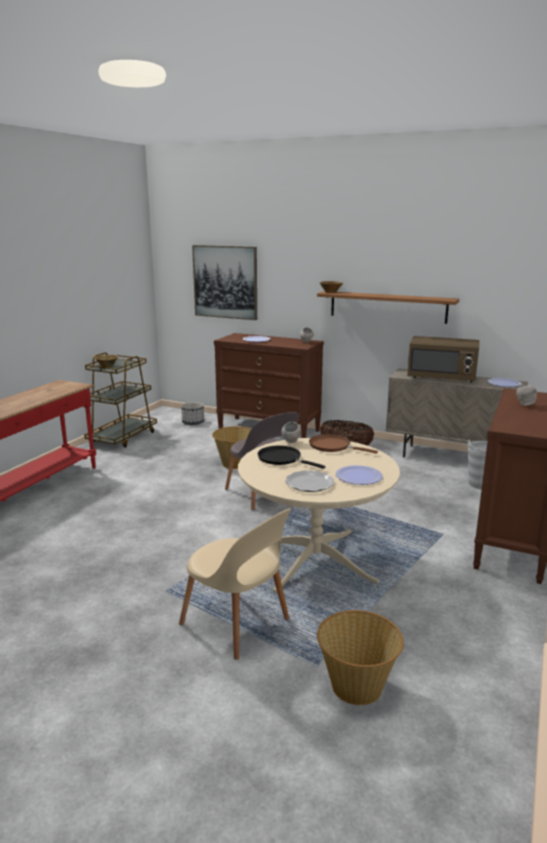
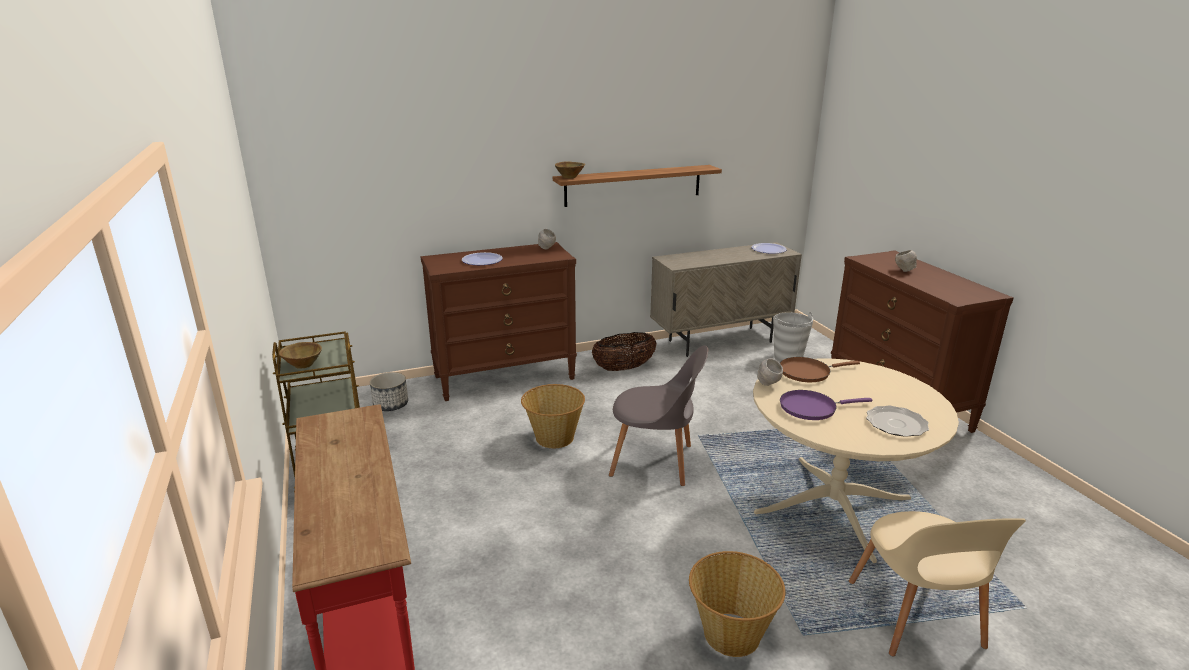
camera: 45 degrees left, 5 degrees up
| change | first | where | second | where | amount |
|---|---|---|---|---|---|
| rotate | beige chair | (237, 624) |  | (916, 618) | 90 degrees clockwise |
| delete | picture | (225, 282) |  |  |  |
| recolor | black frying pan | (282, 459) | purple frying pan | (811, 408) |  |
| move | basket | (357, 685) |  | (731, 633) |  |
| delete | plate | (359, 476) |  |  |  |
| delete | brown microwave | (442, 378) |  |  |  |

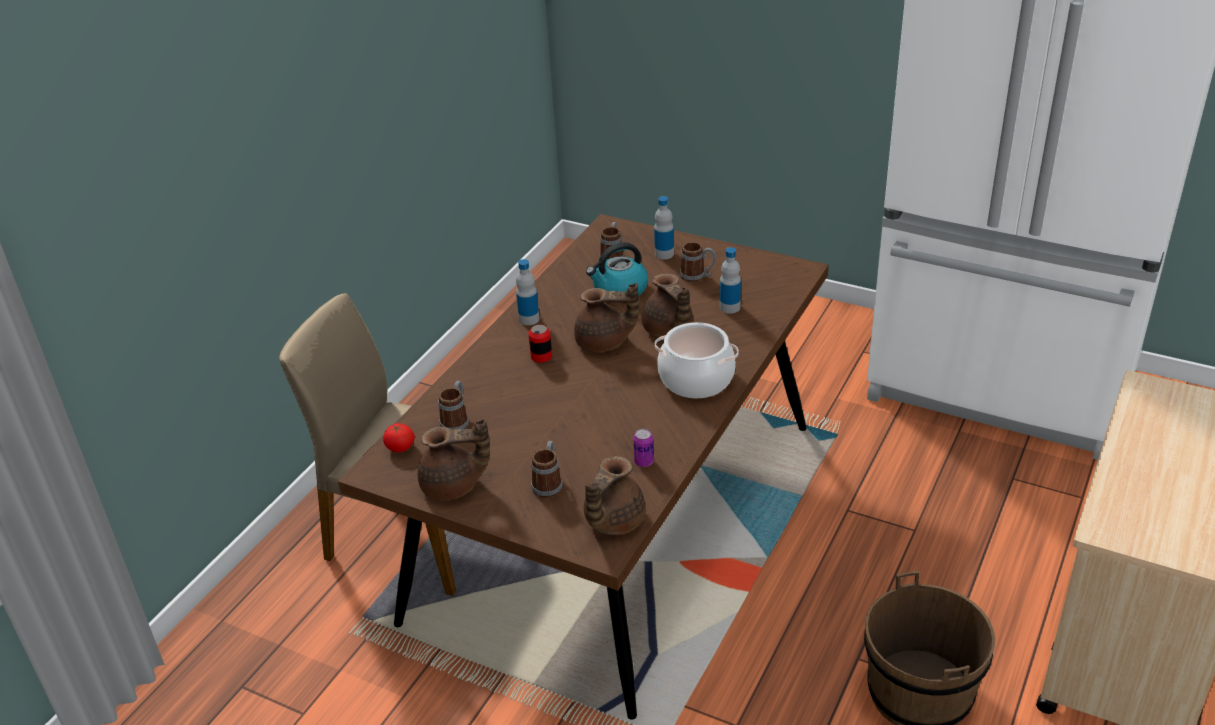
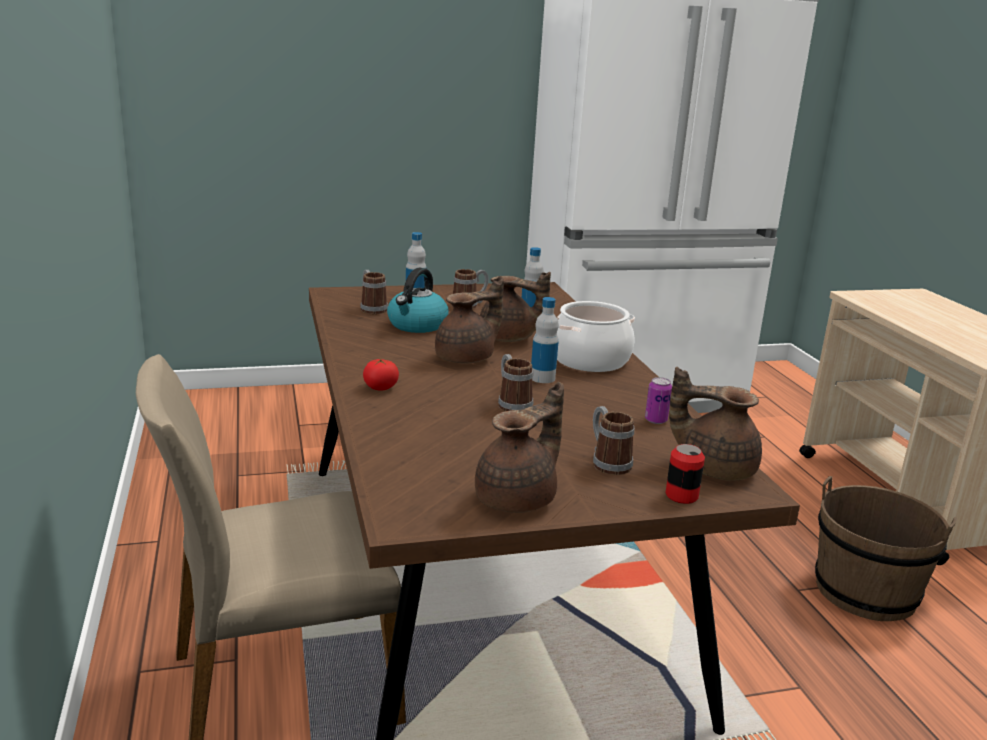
camera: 45 degrees left, 15 degrees down
| change | first | where | second | where | amount |
|---|---|---|---|---|---|
| move | tomato | (400, 447) |  | (381, 388) |  |
| move | mug | (457, 421) |  | (512, 404) |  |
| move | bottle | (529, 319) |  | (542, 378) |  |
| move | can | (541, 357) |  | (681, 496) |  |
| rotate | brown teapot | (612, 521) |  | (714, 467) | 120 degrees clockwise |

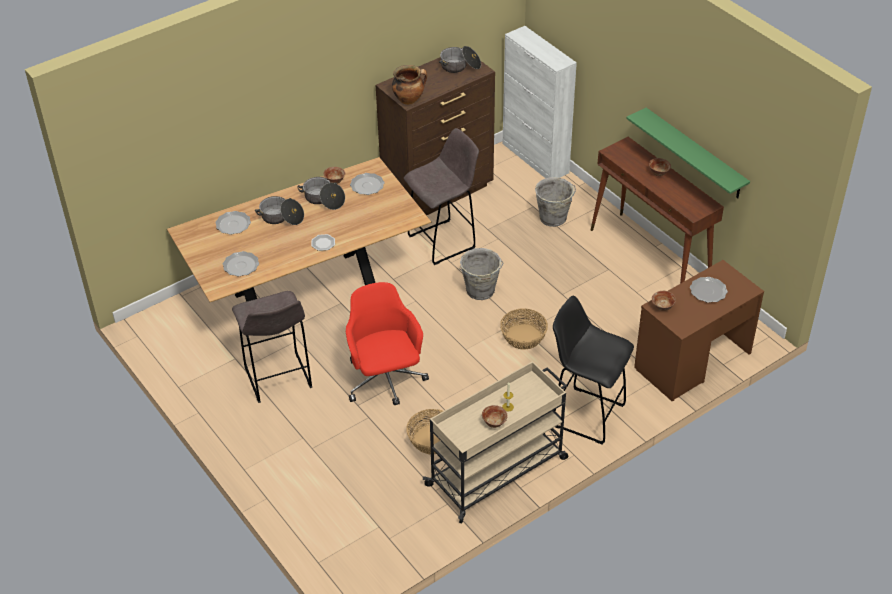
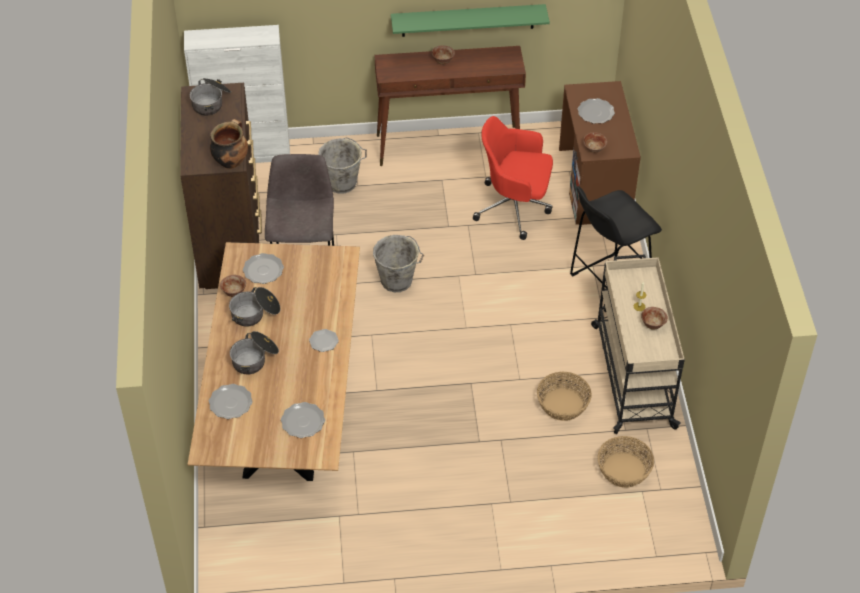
camera: 60 degrees left, 5 degrees up
| change | first | where | second | where | amount |
|---|---|---|---|---|---|
| delete | grey stool | (278, 379) |  |  |  |
| move | red office chair | (385, 380) |  | (515, 207) |  |
| move | basket | (523, 337) |  | (624, 470) |  |

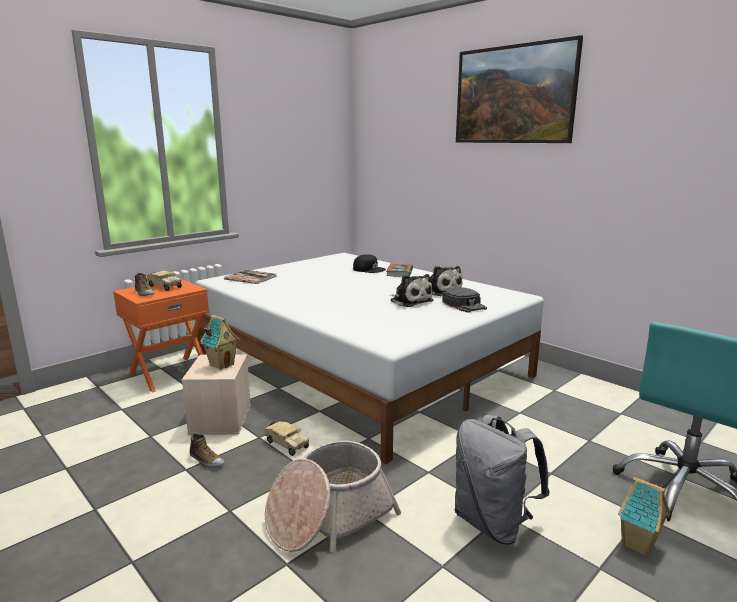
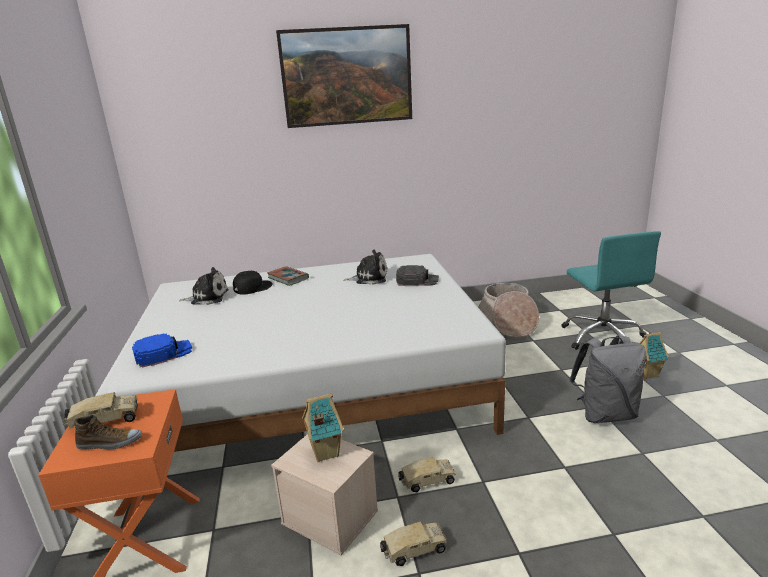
camera: 55 degrees left, 5 degrees up
| change | first | where | second | where | amount |
|---|---|---|---|---|---|
| replace | shoe | (206, 460) | toy truck | (413, 551) |  |
| replace | book | (250, 278) | blue cap | (163, 353) |  |
| move | basket | (329, 516) |  | (507, 322) |  |
| move | plush toy | (410, 301) |  | (207, 297) |  |

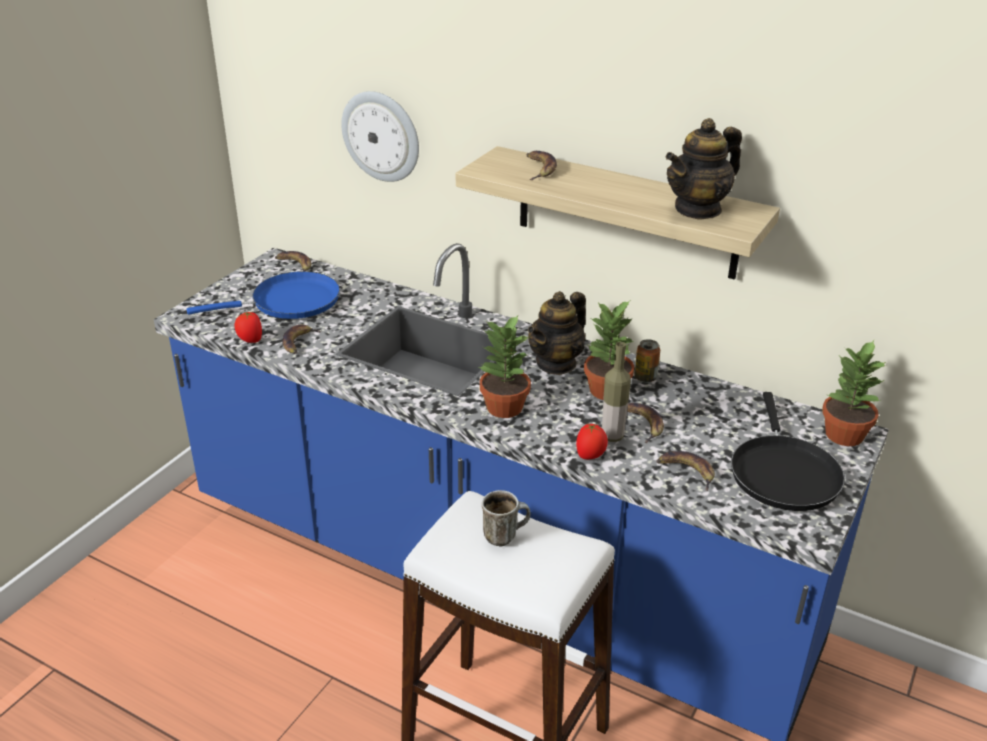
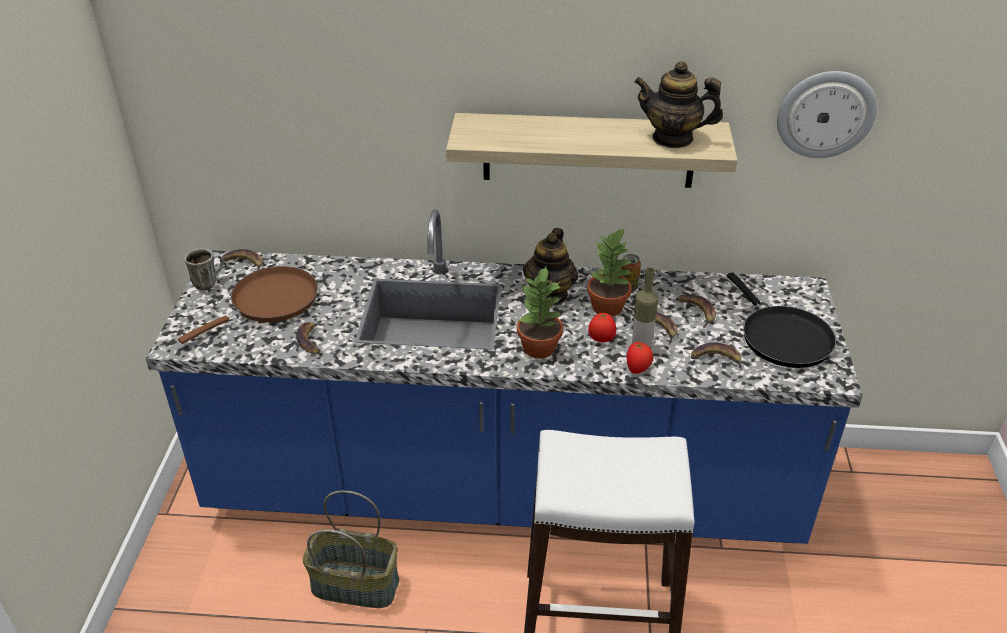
camera: 25 degrees left, 5 degrees up
| change | first | where | second | where | amount |
|---|---|---|---|---|---|
| recolor | blue frying pan | (289, 302) | brown frying pan | (269, 303) |  |
| move | tomato | (250, 340) |  | (601, 340) |  |
| move | wall clock | (381, 136) |  | (825, 114) |  |
| move | mug | (505, 535) |  | (209, 282) |  |
| move | banana | (539, 168) |  | (696, 311) |  |
| rotate | teapot | (698, 209) |  | (673, 138) | 75 degrees clockwise |
| delete | potted plant | (843, 435) |  |  |  |
| insert |  |  | basket | (356, 584) |  |

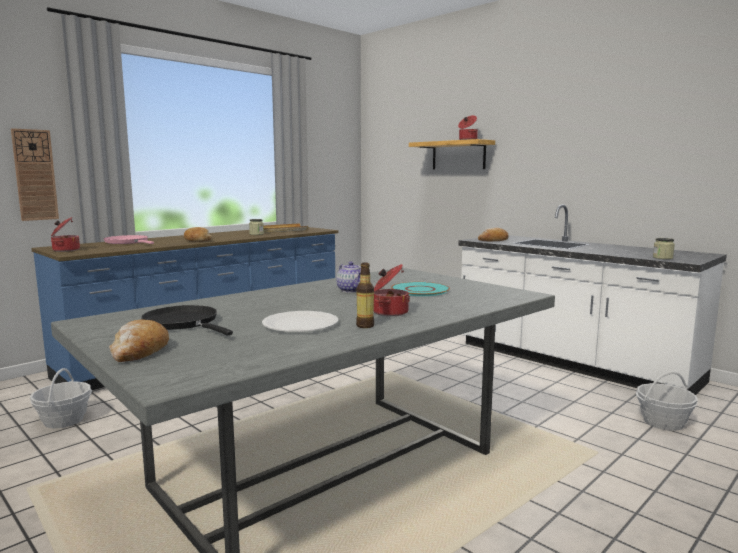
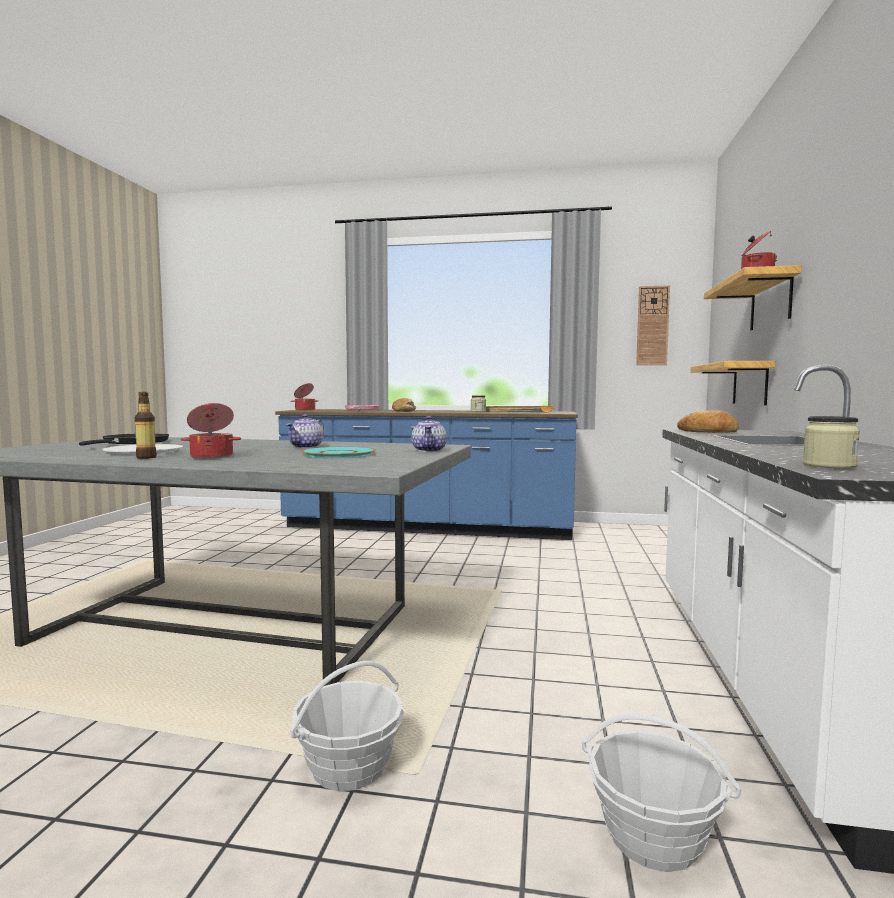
camera: 55 degrees right, 5 degrees down
| change | first | where | second | where | amount |
|---|---|---|---|---|---|
| move | wall clock | (35, 175) |  | (652, 326) |  |
| move | basket | (64, 420) |  | (349, 767) |  |
| delete | bread | (139, 351) |  |  |  |
| insert |  |  | teapot | (429, 450) |  |
| insert |  |  | shelf | (750, 384) |  |

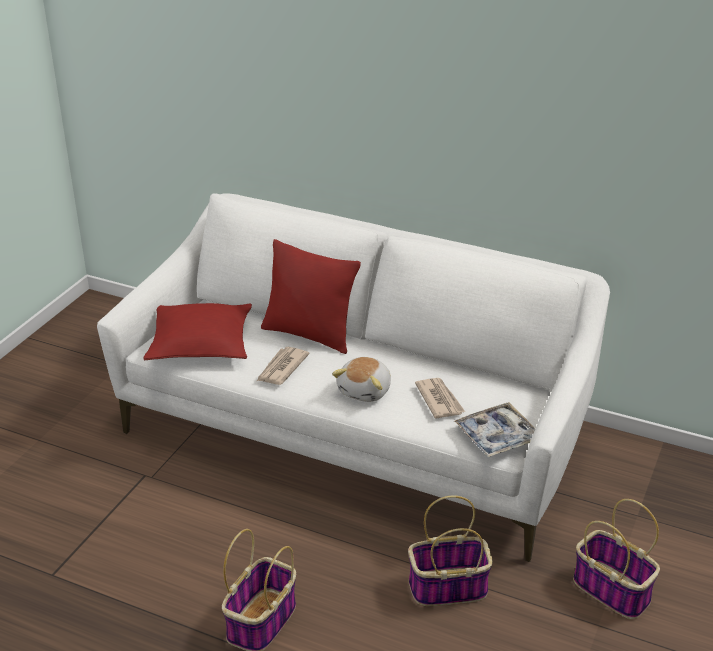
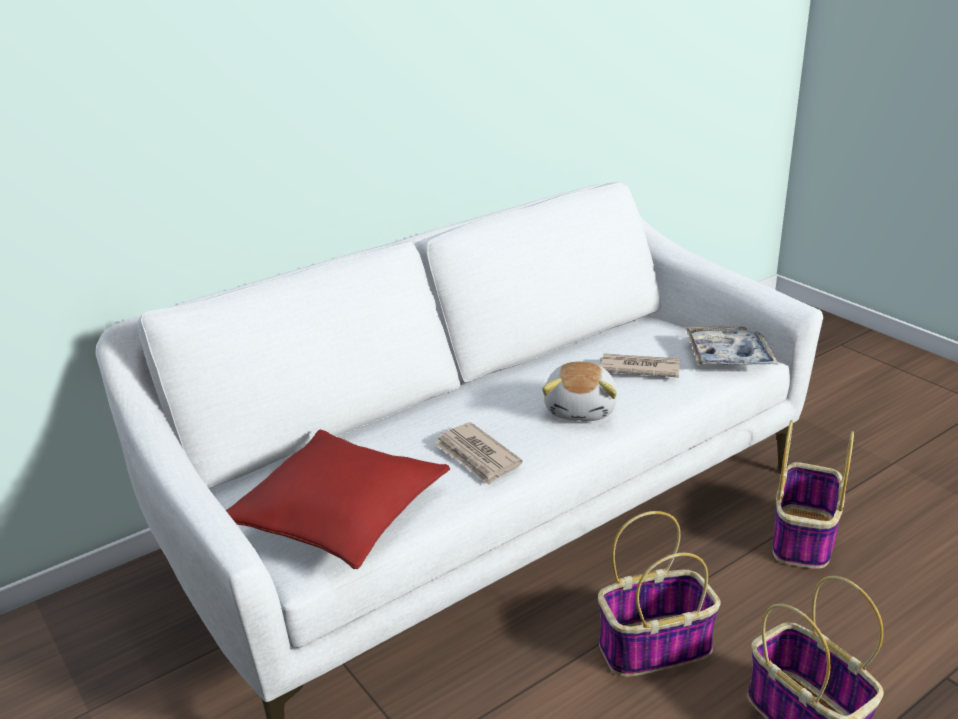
camera: 60 degrees left, 5 degrees down
| change | first | where | second | where | amount |
|---|---|---|---|---|---|
| delete | red pillow | (309, 334) |  |  |  |
| rotate | plush toy | (366, 391) |  | (581, 409) | 45 degrees clockwise |
| move | basket | (613, 591) |  | (655, 646) |  |

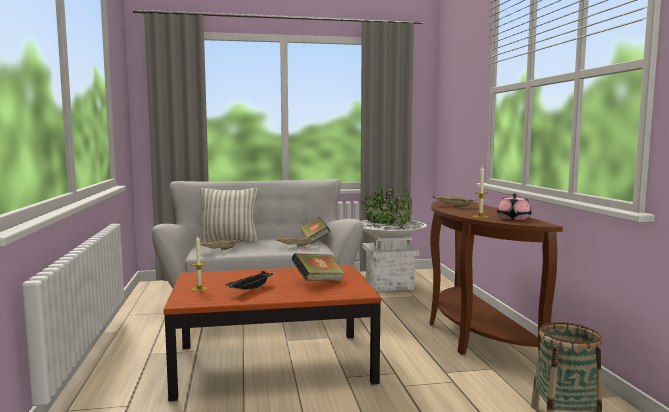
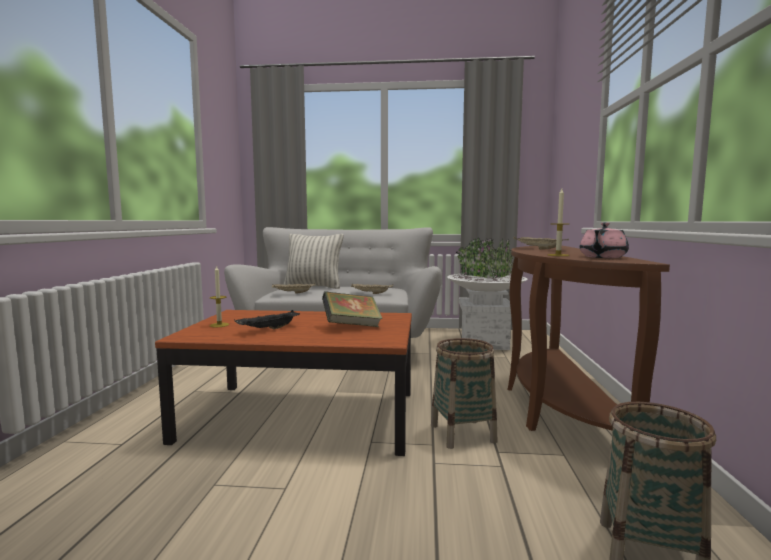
camera: 15 degrees right, 0 degrees up
| change | first | where | second | where | amount |
|---|---|---|---|---|---|
| delete | book | (314, 240) |  |  |  |
| insert |  |  | basket | (462, 433) |  |

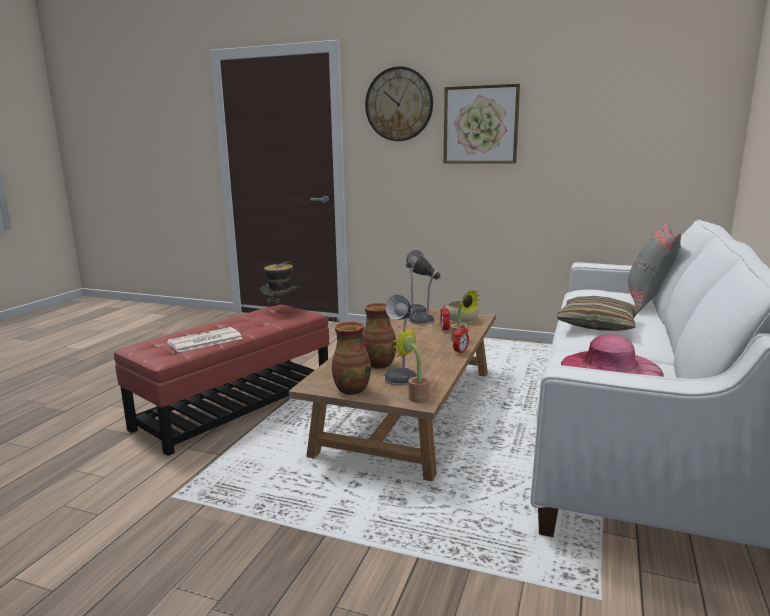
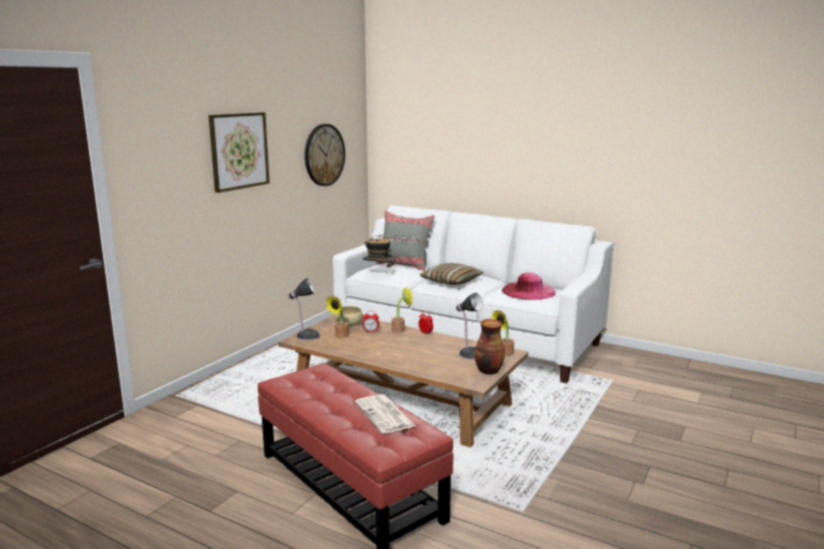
camera: 80 degrees left, 0 degrees up
| change | first | where | second | where | amount |
|---|---|---|---|---|---|
| move | hat | (281, 310) |  | (378, 274) |  |
| delete | vase | (379, 364) |  |  |  |
| move | wall clock | (399, 104) |  | (324, 155) |  |
| replace | table lamp | (423, 321) | potted plant | (340, 336) |  |

